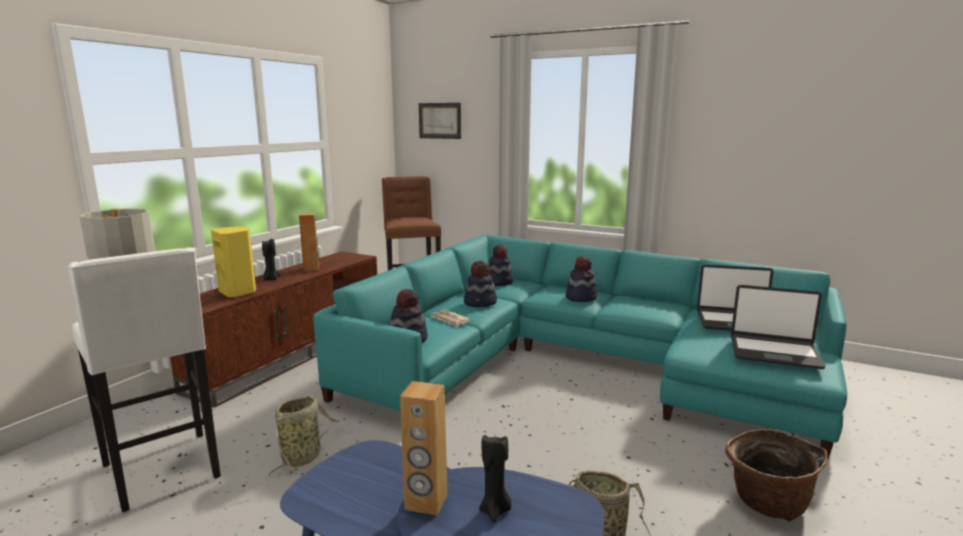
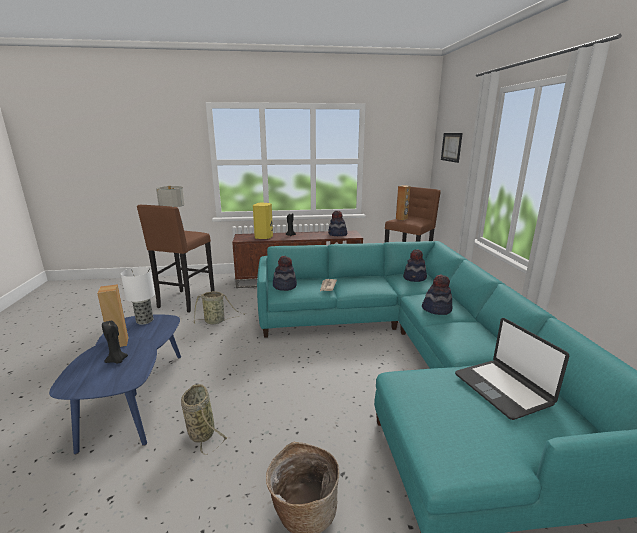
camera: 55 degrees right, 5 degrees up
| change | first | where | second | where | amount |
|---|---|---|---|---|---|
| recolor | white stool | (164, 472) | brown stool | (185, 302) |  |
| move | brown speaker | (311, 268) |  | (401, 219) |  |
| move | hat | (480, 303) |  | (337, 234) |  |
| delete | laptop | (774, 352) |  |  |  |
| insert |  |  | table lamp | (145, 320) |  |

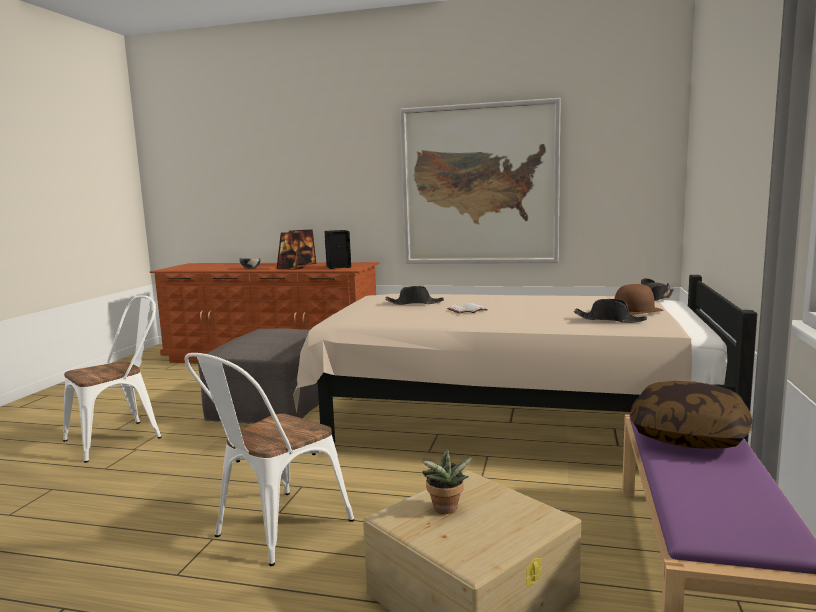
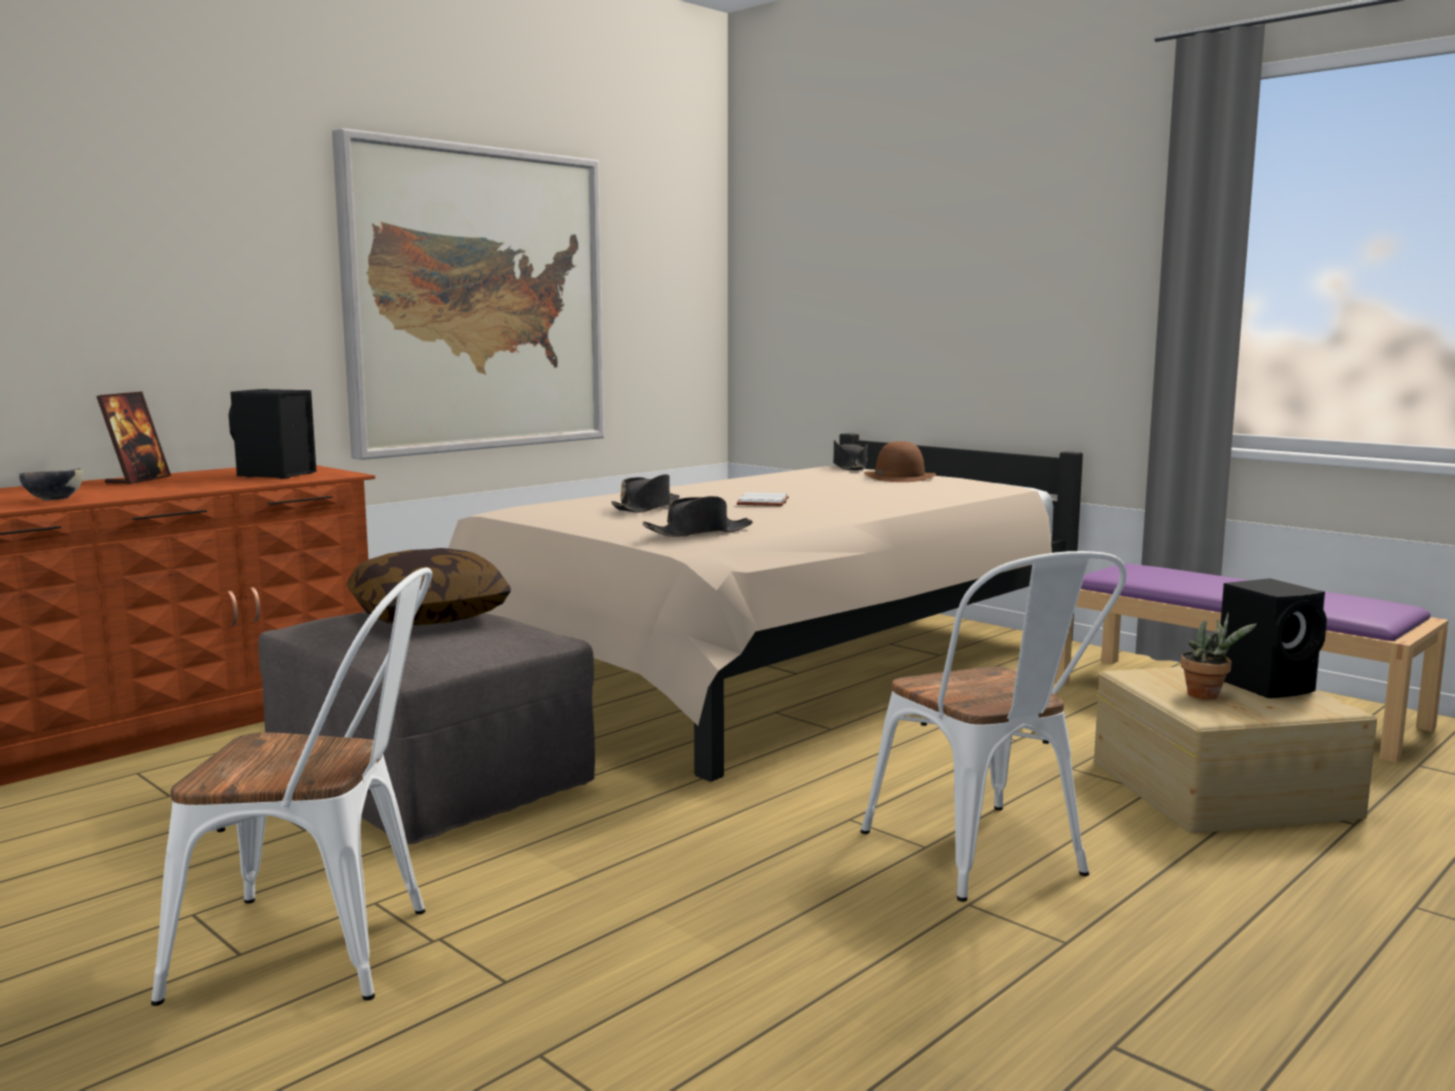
camera: 60 degrees left, 0 degrees up
| change | first | where | second | where | amount |
|---|---|---|---|---|---|
| rotate | white chair | (121, 437) |  | (322, 950) | 105 degrees clockwise |
| delete | picture frame | (290, 268) |  |  |  |
| move | black hat | (609, 320) |  | (699, 532) |  |
| move | pillow | (688, 435) |  | (429, 616) |  |
| insert |  |  | black speaker | (1268, 686) |  |

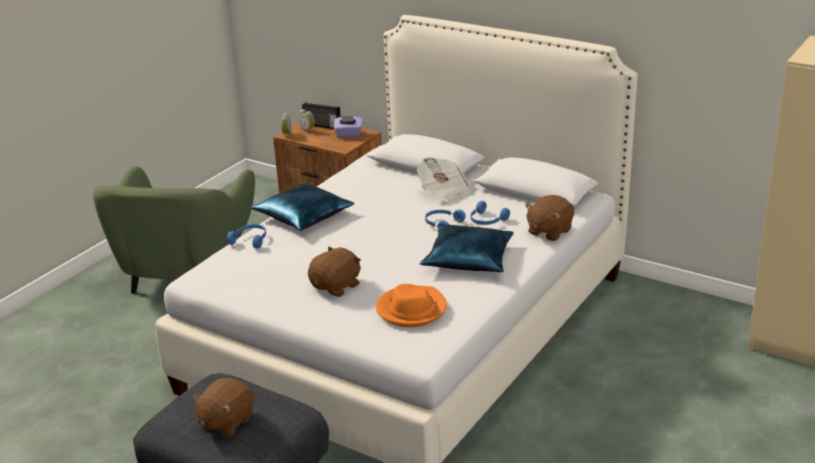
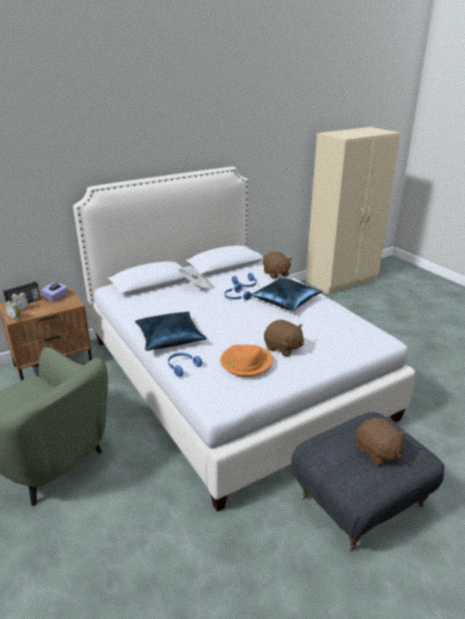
camera: 65 degrees left, 0 degrees up
| change | first | where | second | where | amount |
|---|---|---|---|---|---|
| rotate | brown plush toy | (336, 286) |  | (283, 348) | 150 degrees clockwise |
| move | orange hat | (411, 309) |  | (246, 363) |  |

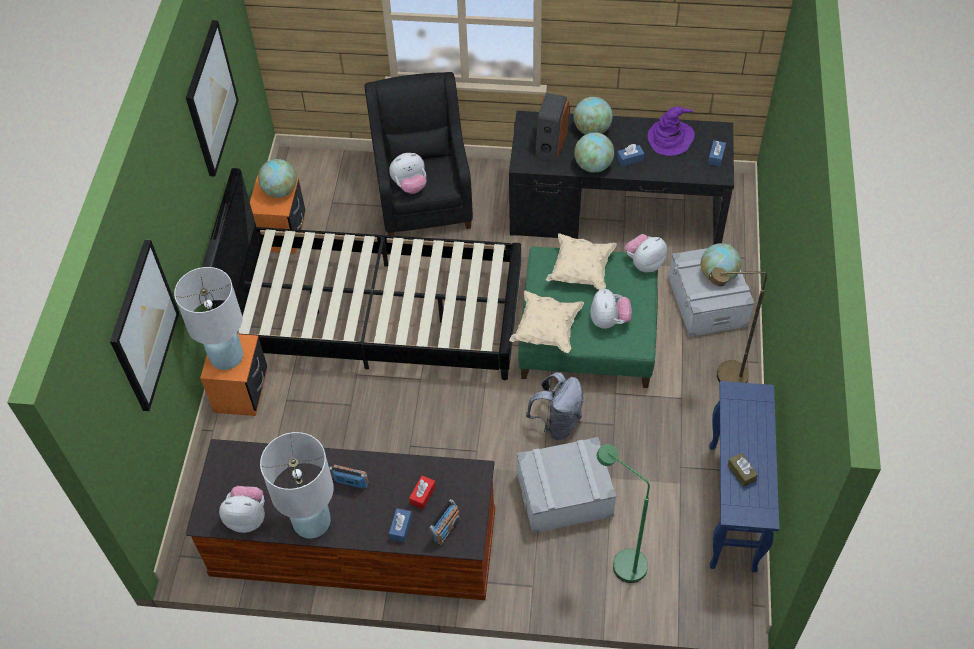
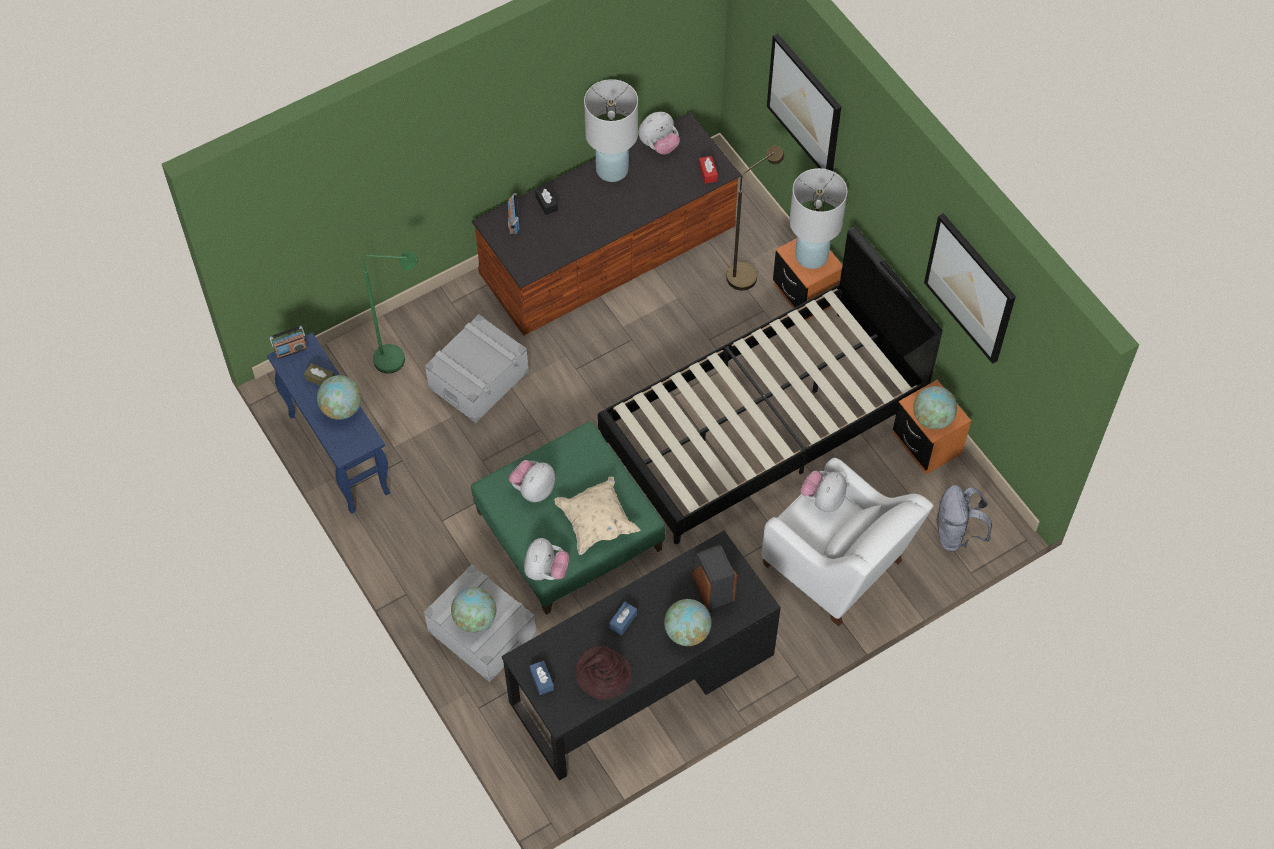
camera: 140 degrees right, 5 degrees up
| change | first | where | second | where | amount |
|---|---|---|---|---|---|
| move | radio | (351, 482) |  | (291, 350) |  |
| recolor | black armchair | (424, 198) | white armchair | (837, 567) |  |
| recolor | blue tissue box | (401, 528) | black tissue box | (546, 203) |  |
| move | red tissue box | (423, 495) |  | (708, 173) |  |
| delete | beige pillow | (546, 330) |  |  |  |
| move | grey backpack | (557, 423) |  | (957, 534) |  |
| move | globe | (593, 166) |  | (341, 408) |  |
| rotate | plush toy | (609, 321) |  | (533, 489) | 75 degrees clockwise |
| recolor | purple hat | (670, 138) | brown hat | (603, 673) |  |
| move | brown floor lamp | (723, 377) |  | (747, 272) |  |

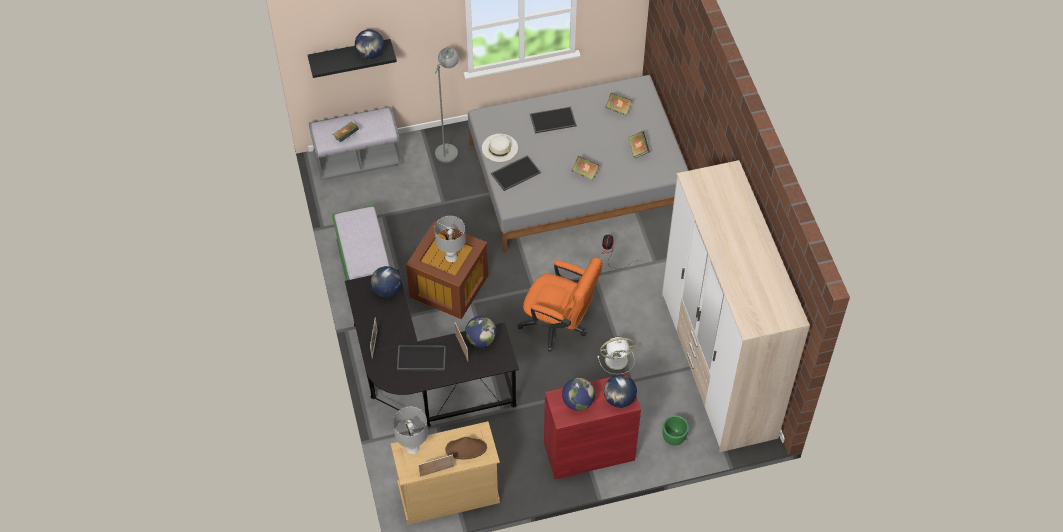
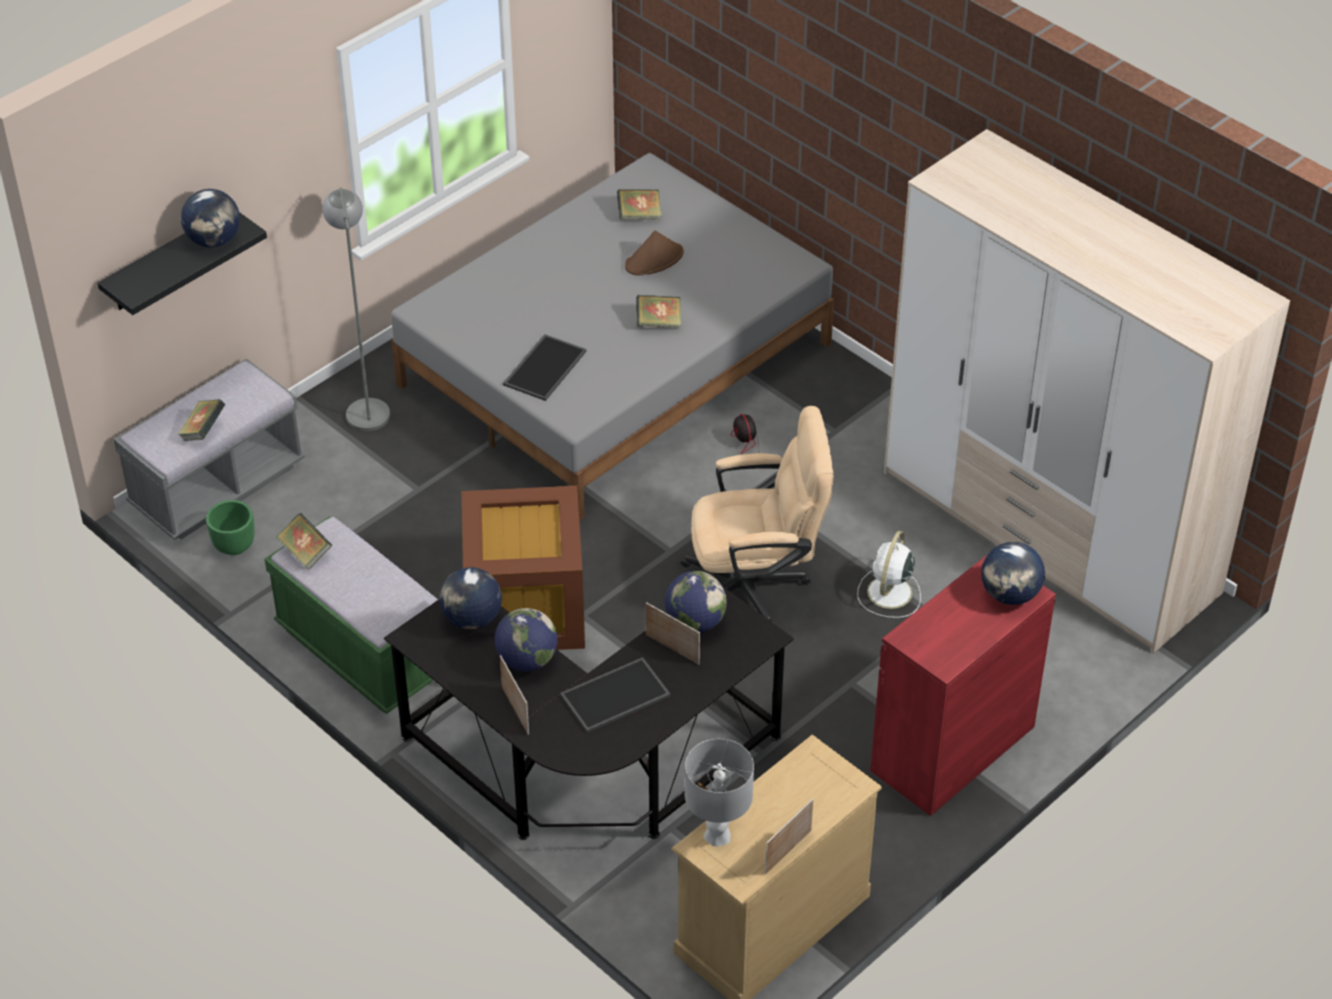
camera: 30 degrees left, 10 degrees down
| change | first | where | second | where | amount |
|---|---|---|---|---|---|
| delete | grey table lamp | (451, 257) |  |  |  |
| move | brown hat | (466, 448) |  | (654, 259) |  |
| delete | white hat | (499, 147) |  |  |  |
| recolor | orange office chair | (559, 326) | beige office chair | (756, 586) |  |
| delete | tray | (552, 121) |  |  |  |
| move | globe | (578, 402) |  | (527, 660) |  |
| rotate | white fan | (617, 359) |  | (889, 593) | 150 degrees clockwise |
| move | book | (638, 149) |  | (305, 552) |  |
| move | green planter | (673, 437) |  | (234, 545) |  |

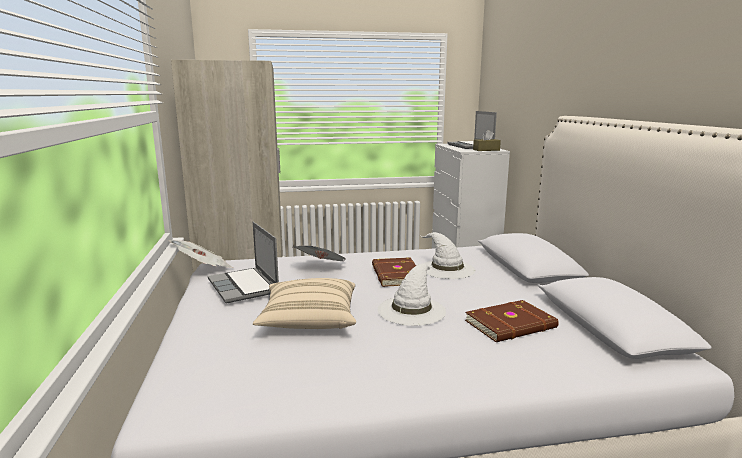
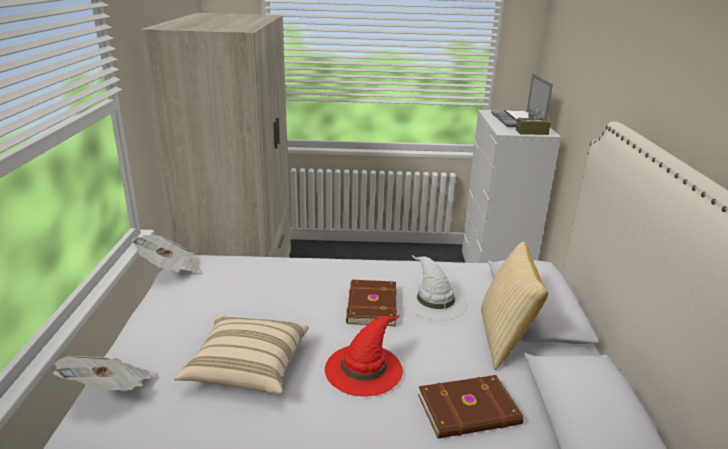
camera: 10 degrees right, 10 degrees up
| change | first | where | second | where | amount |
|---|---|---|---|---|---|
| delete | laptop | (244, 287) |  |  |  |
| move | newspaper | (322, 268) |  | (110, 390) |  |
| recolor | white hat | (411, 310) | red hat | (364, 368) |  |
| insert |  |  | pillow | (505, 339) |  |

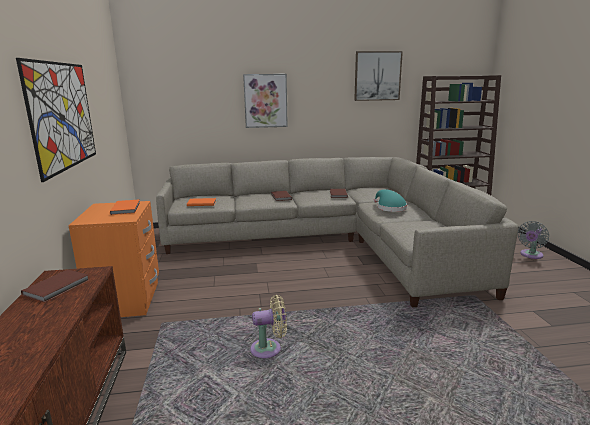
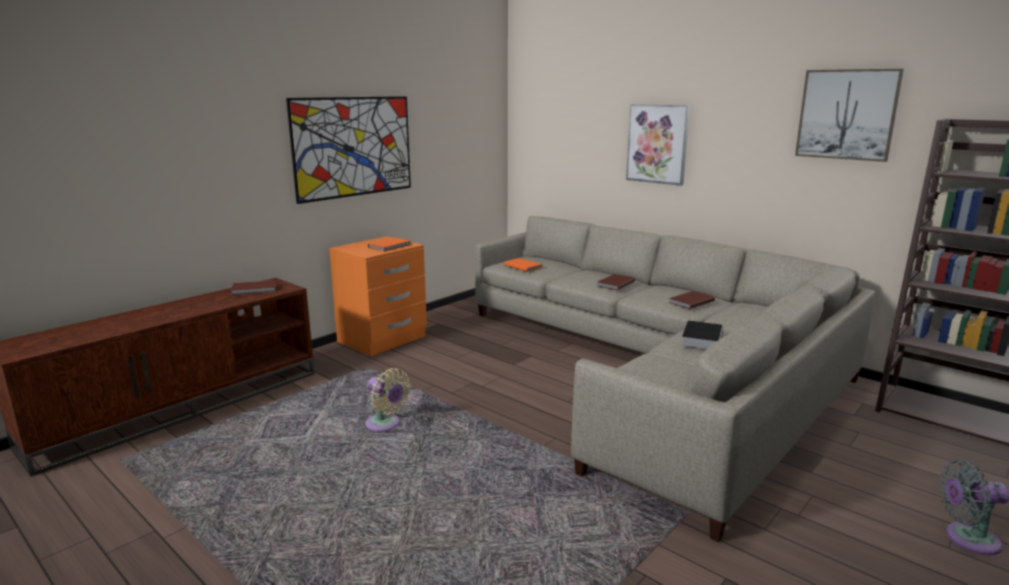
camera: 50 degrees right, 0 degrees up
| change | first | where | second | where | amount |
|---|---|---|---|---|---|
| replace | turquoise hat | (389, 208) | book | (702, 338) |  |

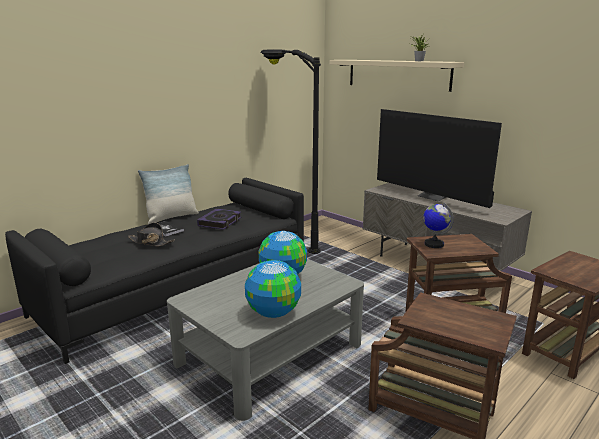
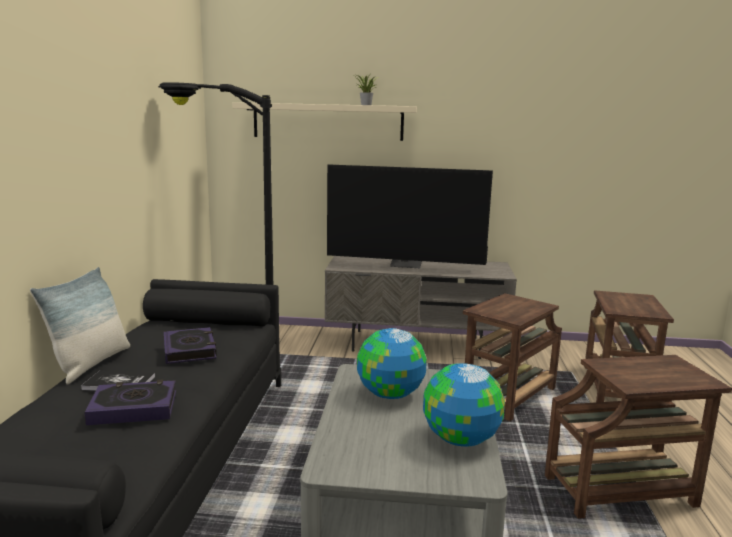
camera: 40 degrees left, 5 degrees down
| change | first | where | second | where | amount |
|---|---|---|---|---|---|
| replace | black hat | (151, 242) | book | (133, 408) |  |
| delete | globe | (434, 244) |  |  |  |

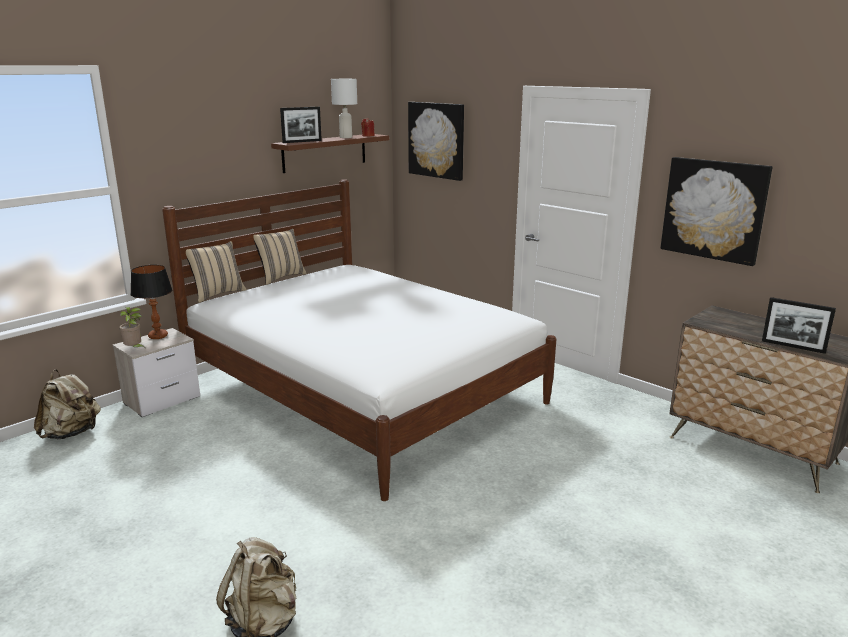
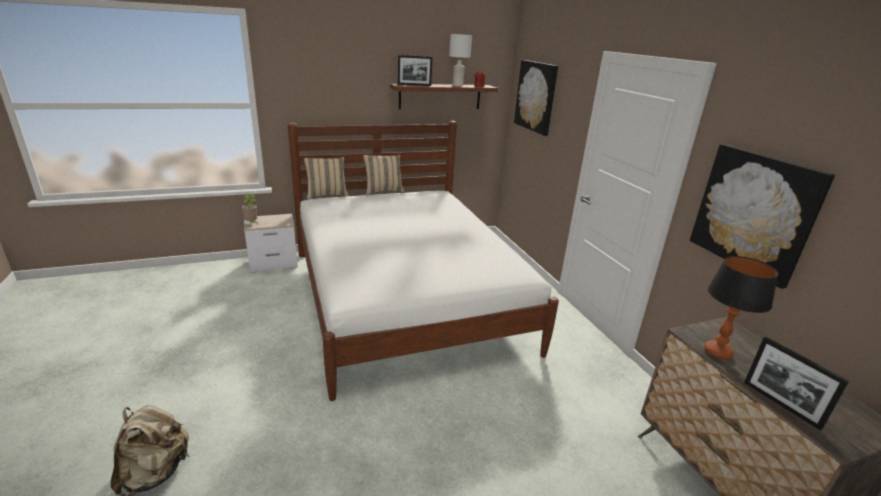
camera: 25 degrees right, 5 degrees up
| change | first | where | second | where | amount |
|---|---|---|---|---|---|
| delete | beige backpack | (72, 433) |  |  |  |
| move | table lamp | (158, 336) |  | (717, 352) |  |

